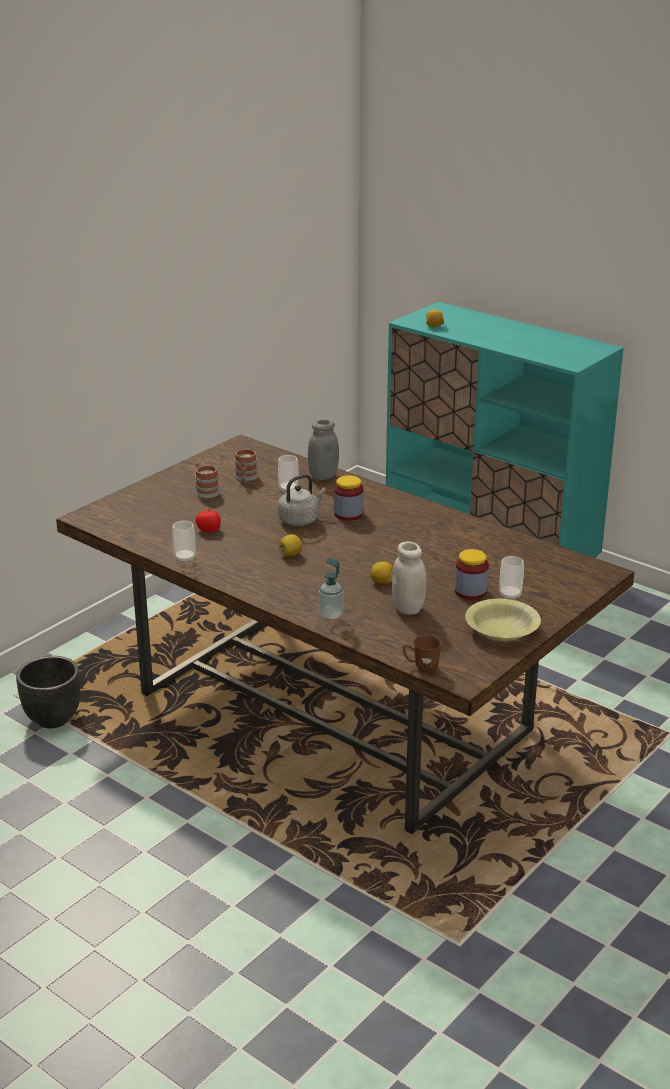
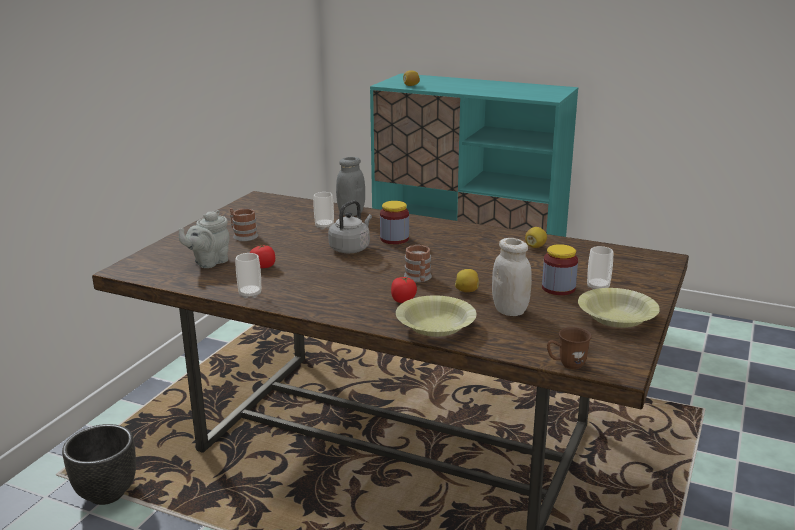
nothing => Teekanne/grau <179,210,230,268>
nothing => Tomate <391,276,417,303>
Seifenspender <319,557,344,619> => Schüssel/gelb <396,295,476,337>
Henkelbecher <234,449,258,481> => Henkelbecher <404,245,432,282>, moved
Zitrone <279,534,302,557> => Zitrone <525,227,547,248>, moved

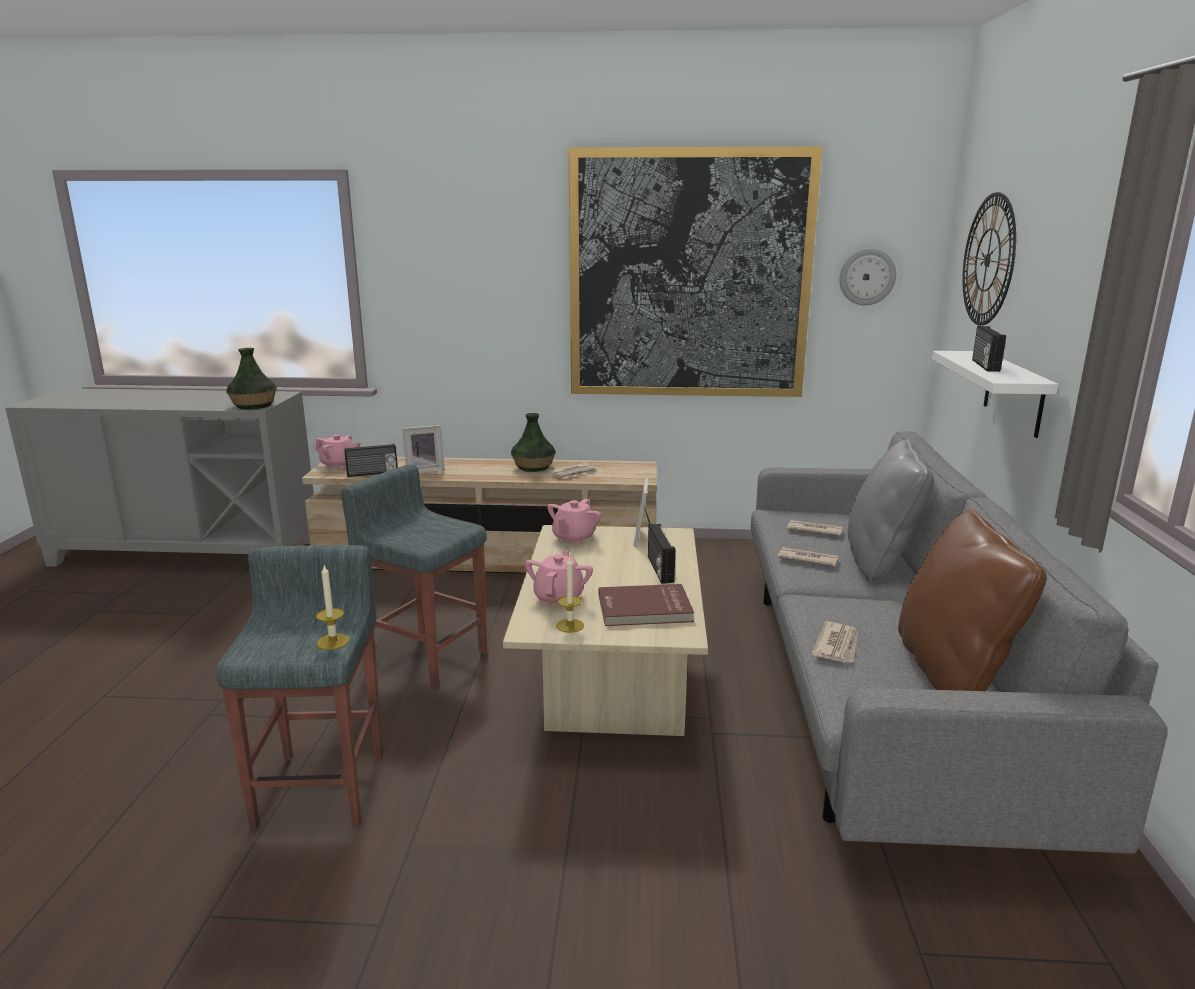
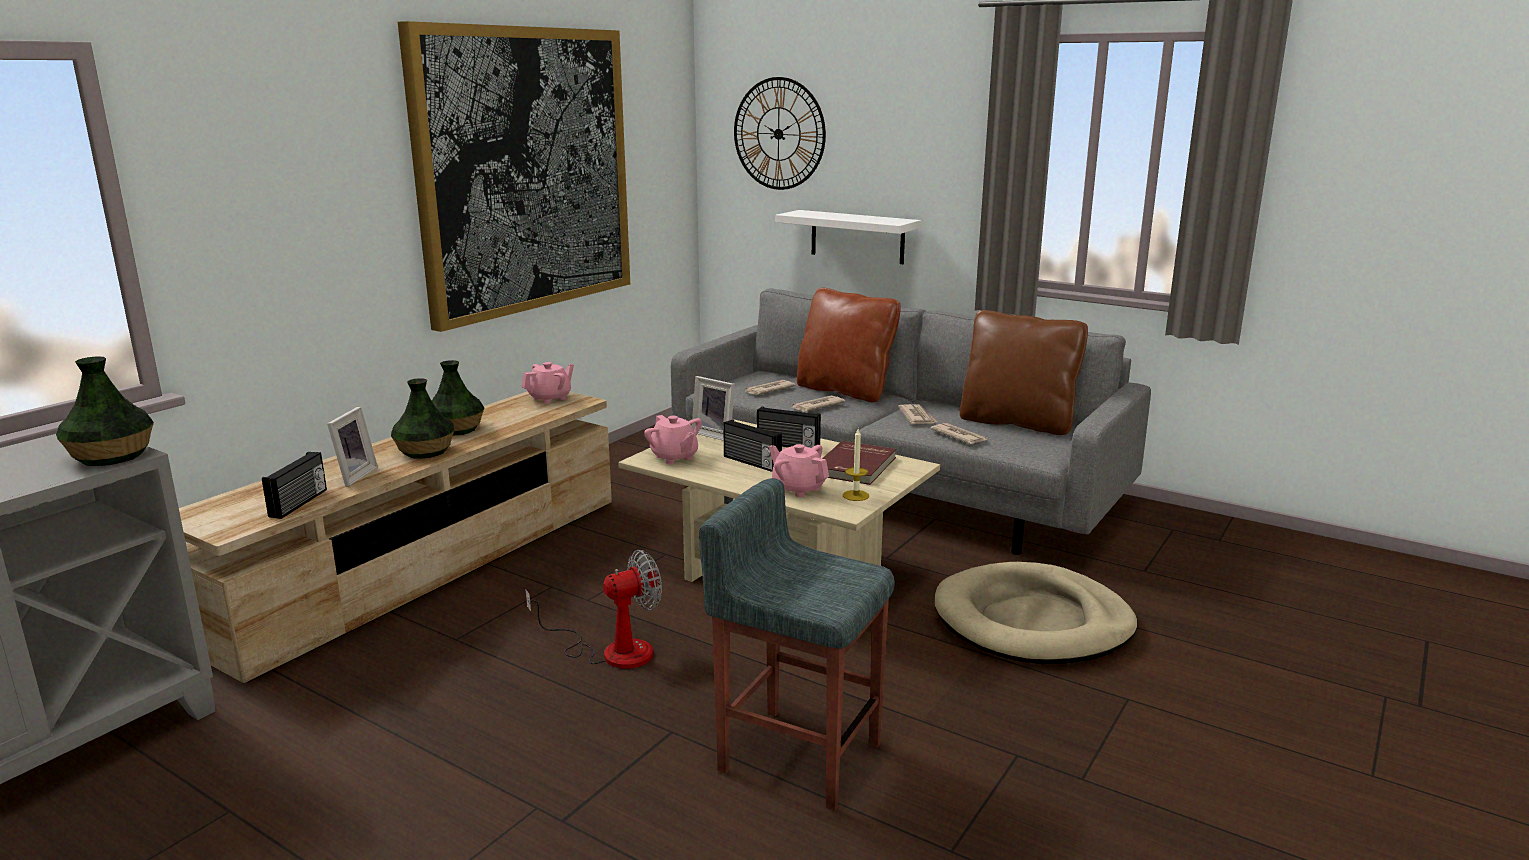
nothing => Vase <391,378,455,459>
Teekanne/rosa <315,434,361,469> => Teekanne/rosa <522,362,574,404>, moved
Hocker/grau <341,465,487,689> => Ventilator <525,550,662,669>
Radio <972,326,1006,372> => Radio <723,419,782,472>, moved
Kissen/grau <848,439,934,581> => Kissen/braun <797,288,901,402>
Zeitung <548,463,598,479> => Zeitung <898,404,937,424>, moved
nothing => Hundebett/beige <935,562,1137,664>
Kerze <316,565,349,650> => nothing
Wanduhr <840,248,896,305> => nothing

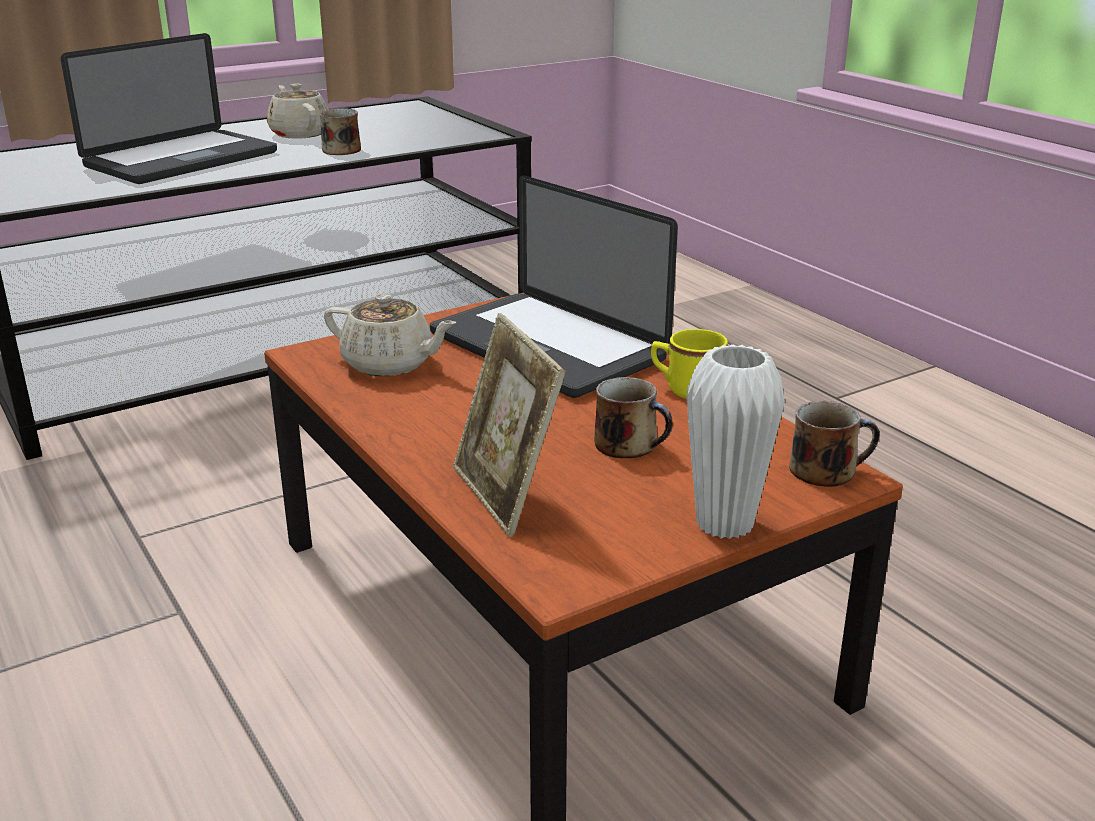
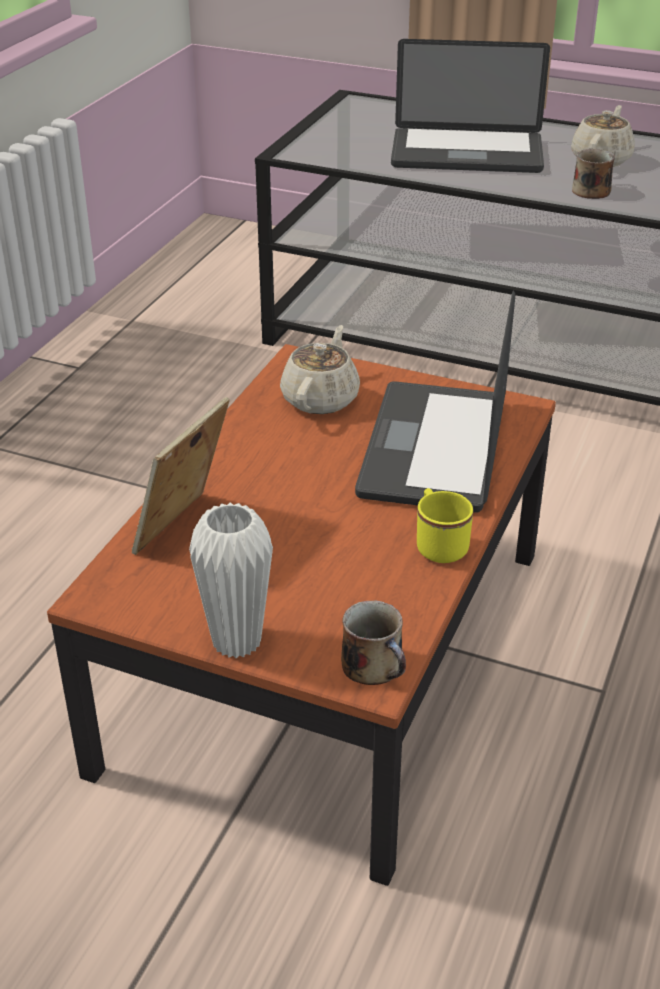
Teekanne/beige <324,294,456,377> => Teekanne/beige <280,325,360,414>, 150 degrees counterclockwise
Henkelbecher <594,377,673,458> => nothing

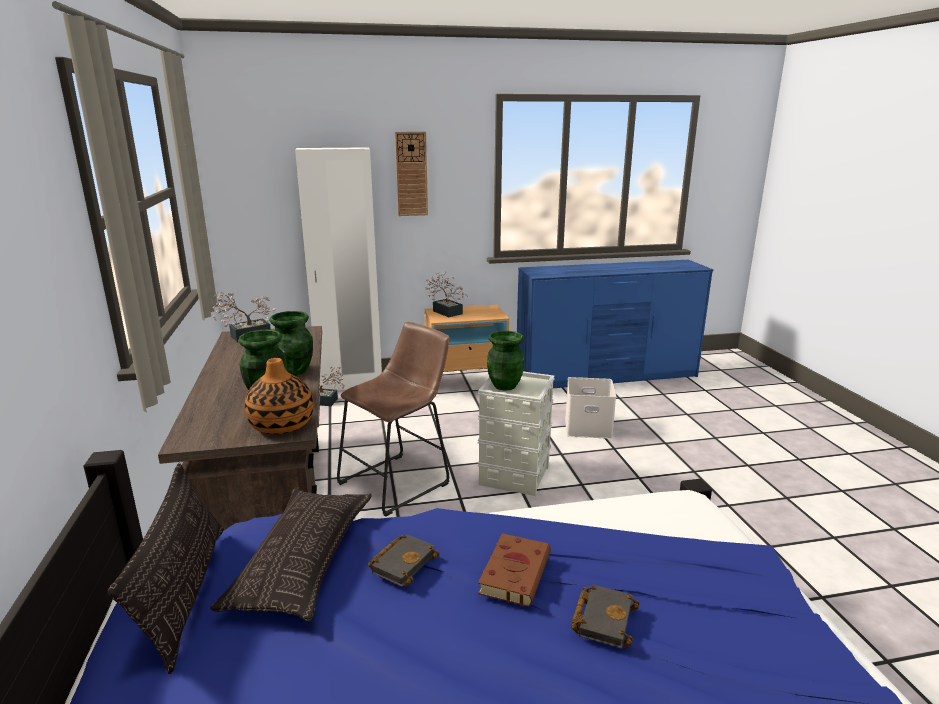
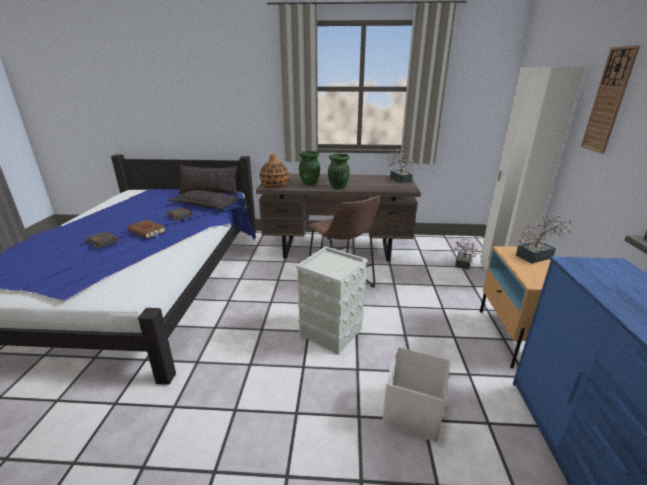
Vase/grün <487,331,524,390> => nothing

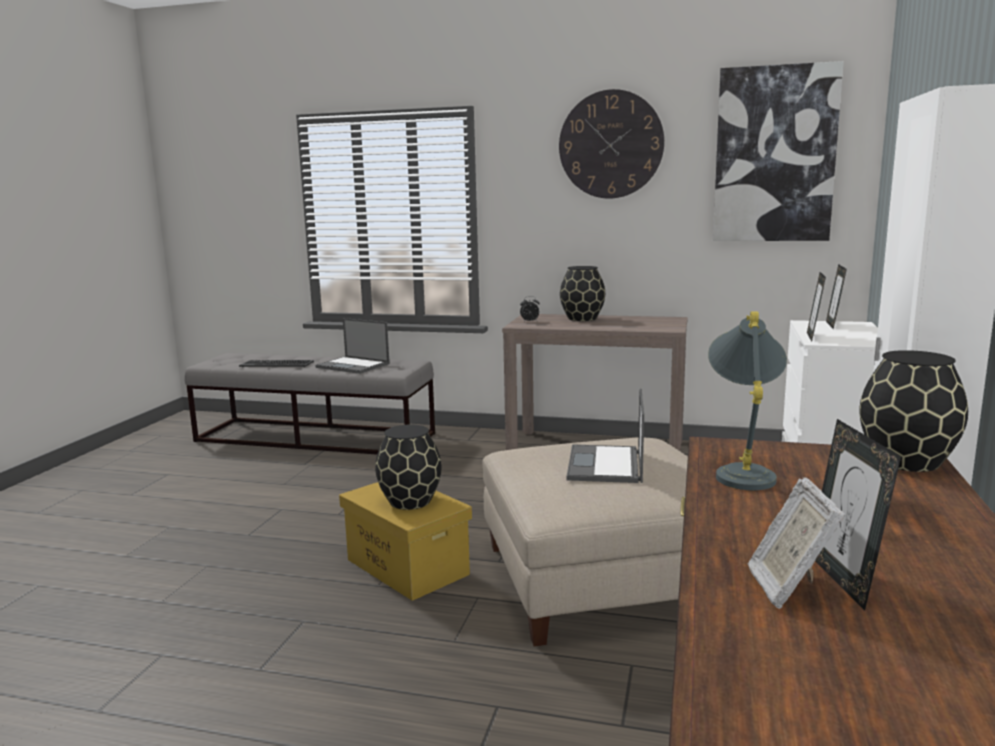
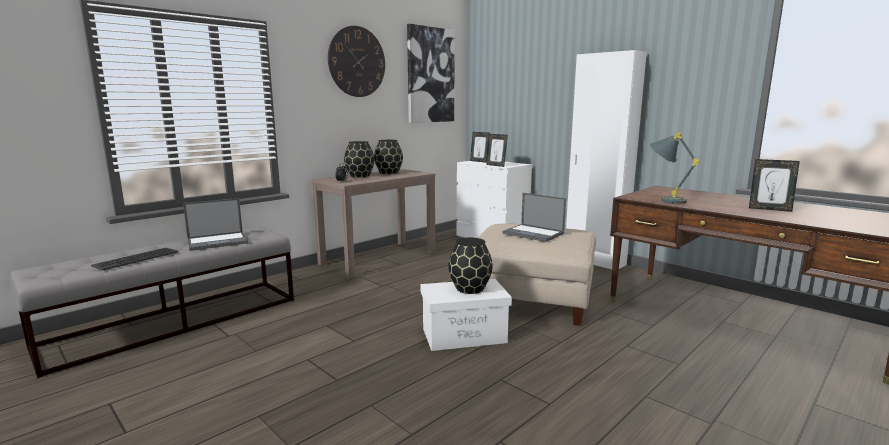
Vase/schwarz <859,350,968,472> => Vase/schwarz <374,140,403,174>, moved
Aufbewahrungsbox/gelb <339,482,472,601> => Aufbewahrungsbox/weiß <420,279,512,351>
Bilderrahmen <748,477,845,609> => nothing

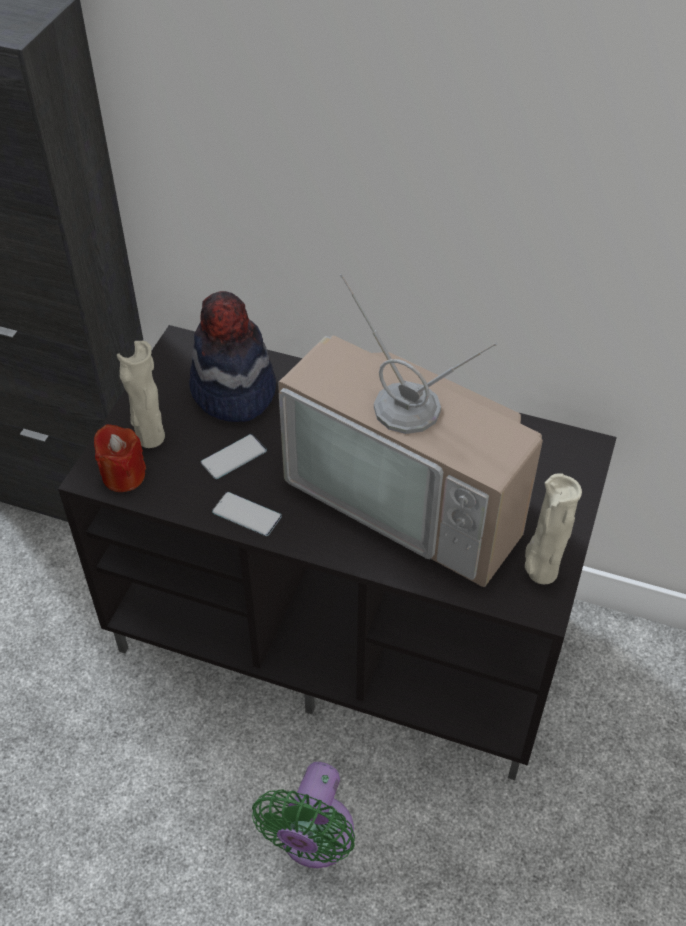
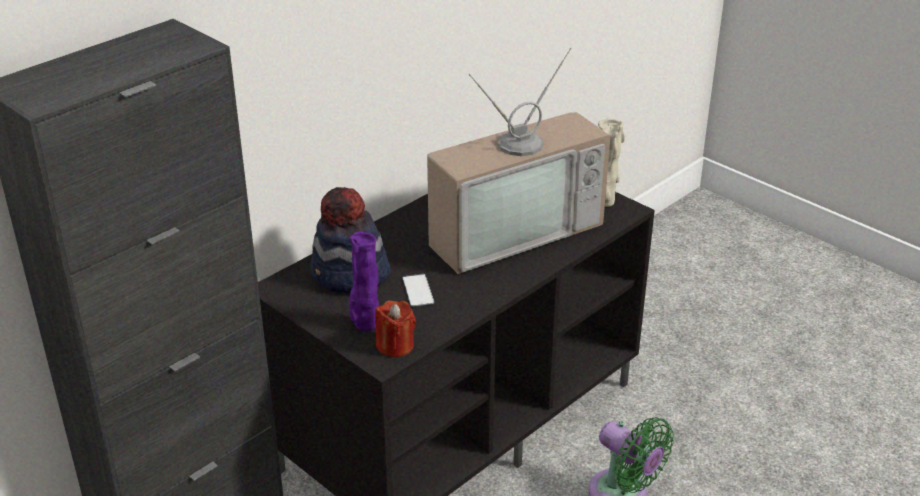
Vase/beige <117,340,165,448> => Vase/lila <349,231,379,331>
Handy <212,492,282,536> => nothing

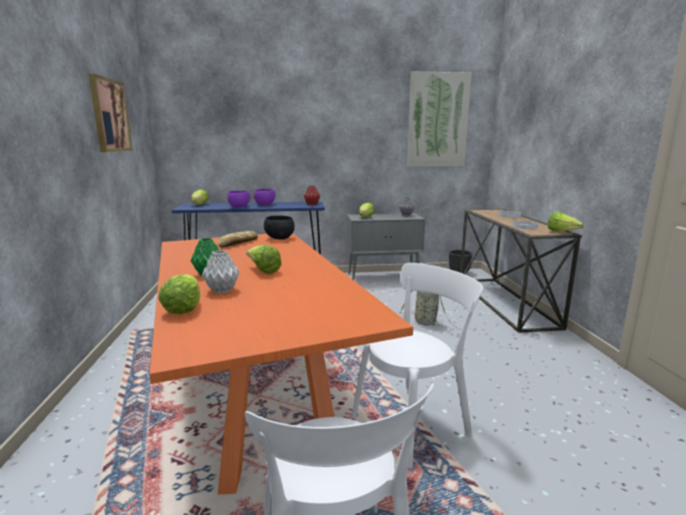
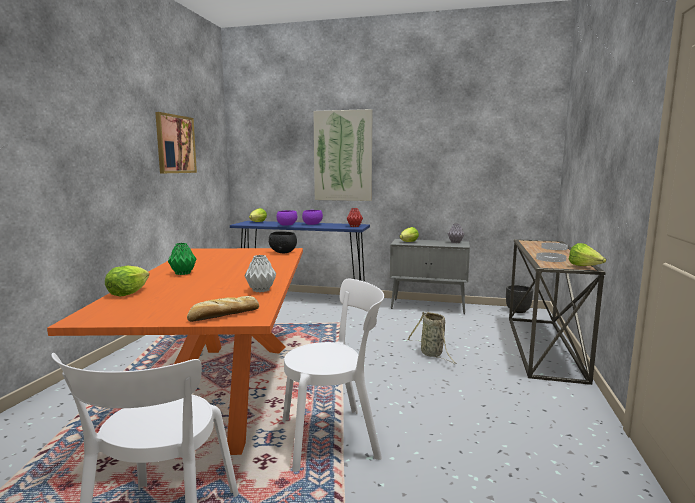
Brot <218,231,258,248> => Brot <187,296,259,322>, moved
Vase/grau <202,250,240,294> => Vase/grau <244,255,276,292>, moved
Bild <407,71,472,167> => Bild <313,109,373,201>, moved
Salatkopf <246,245,282,274> => nothing

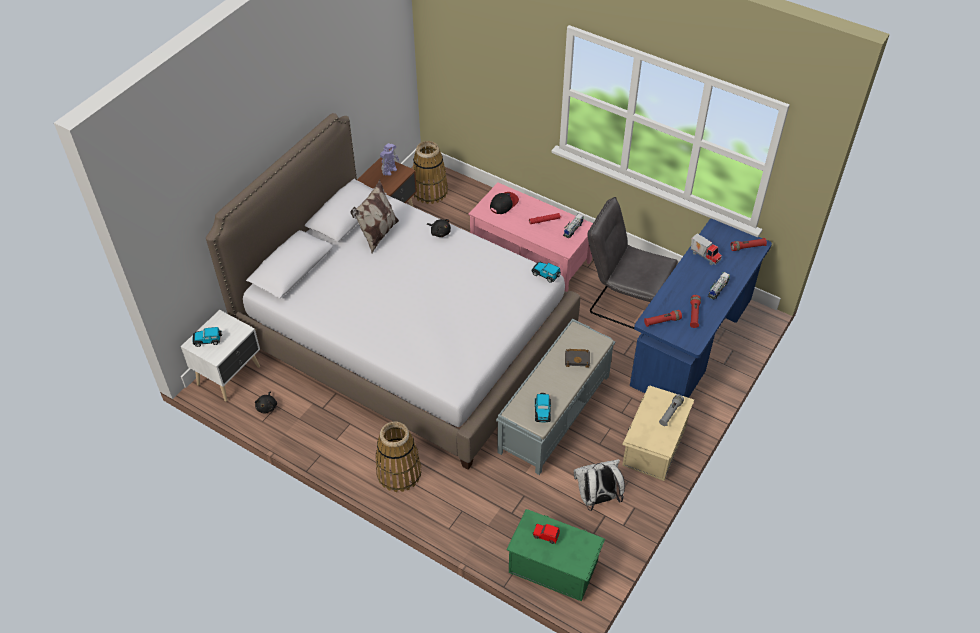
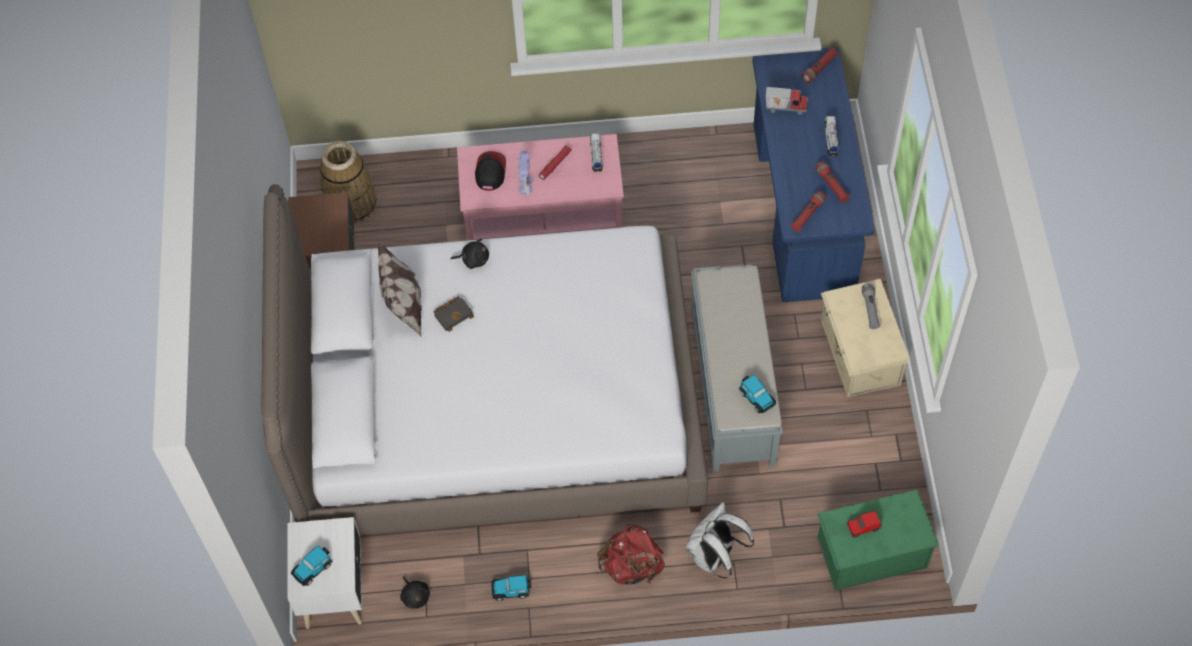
Buch/schwarz <565,349,590,368> => Buch/schwarz <434,297,474,332>, moved
Spielzeugauto <531,262,561,283> => Spielzeugauto <491,575,531,601>, moved
Spielzeugroboter <380,143,399,176> => Spielzeugroboter <518,151,534,197>, moved
Korb <376,421,421,492> => Rucksack/rot <597,524,665,584>
Rucksack/weiß <574,459,625,511> => Rucksack/weiß <686,502,754,578>, moved
Stuhl/grau <587,197,678,329> => nothing

